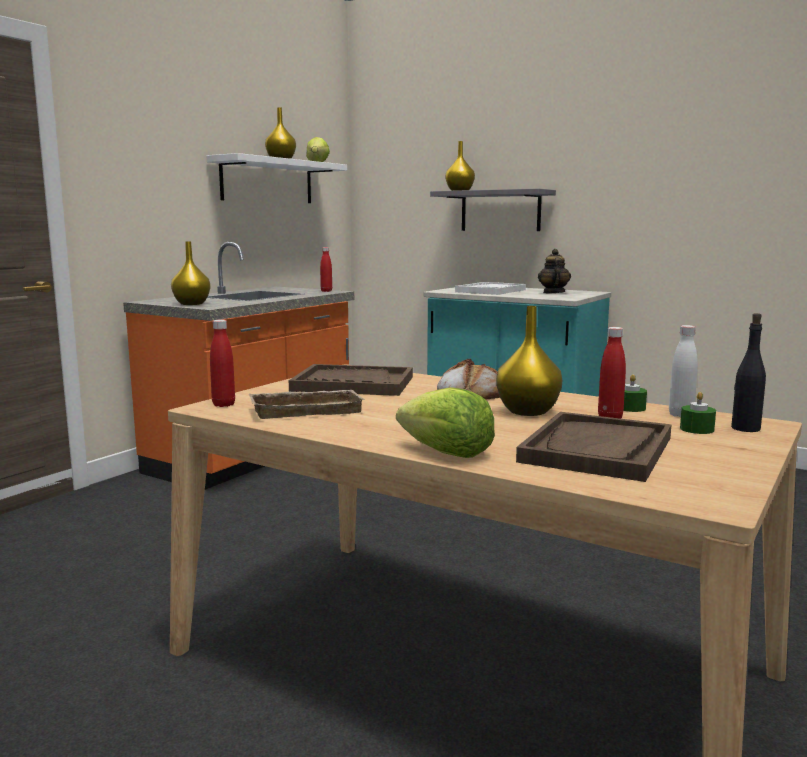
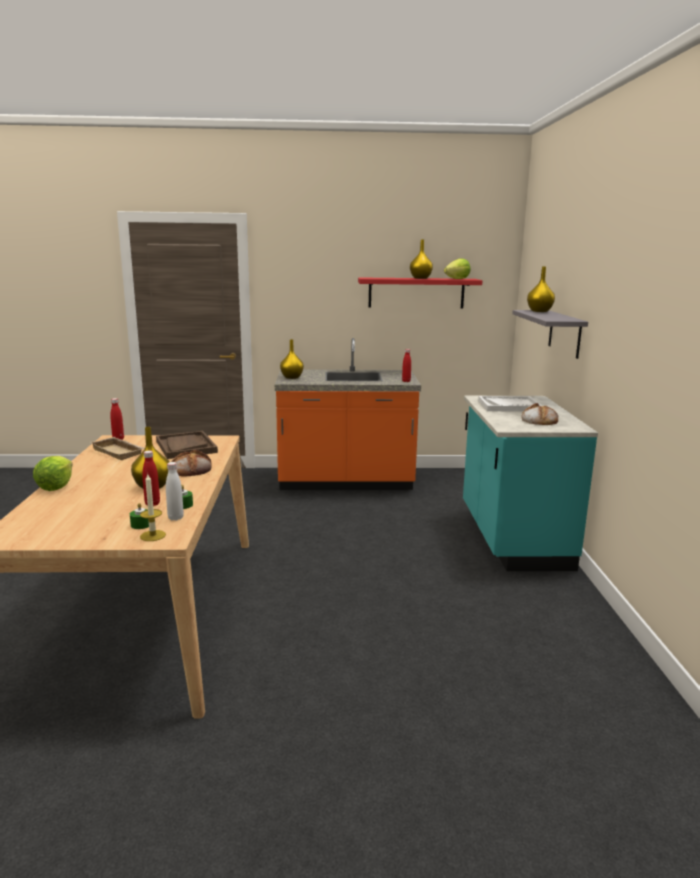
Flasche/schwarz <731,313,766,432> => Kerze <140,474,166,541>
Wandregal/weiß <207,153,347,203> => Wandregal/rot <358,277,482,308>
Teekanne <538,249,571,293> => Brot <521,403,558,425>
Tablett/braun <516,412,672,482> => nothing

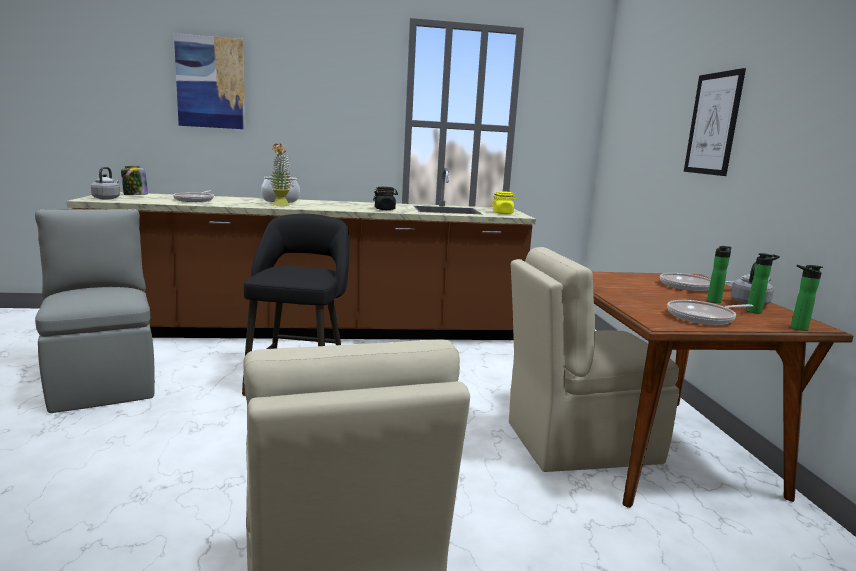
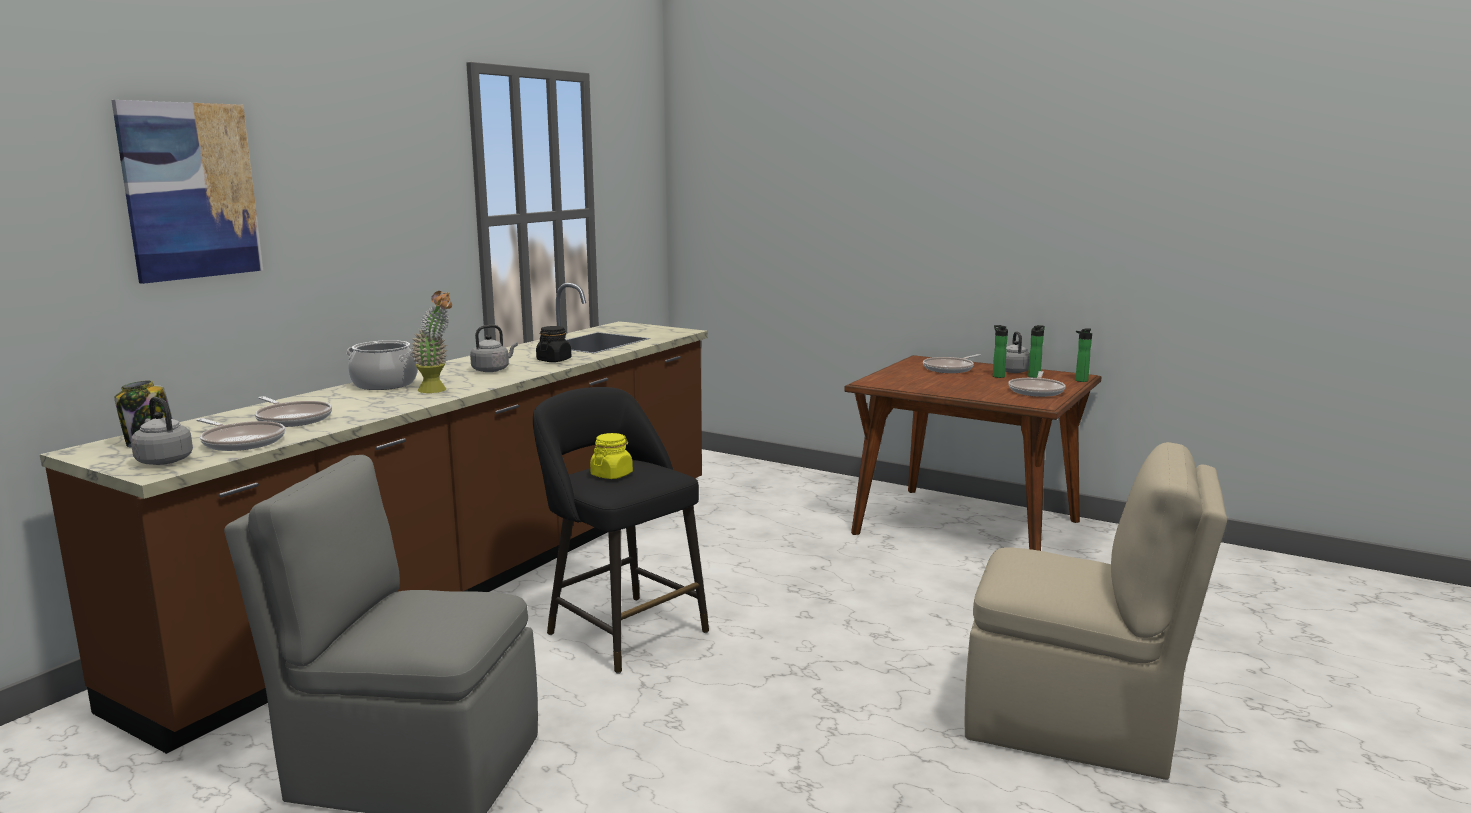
nothing => Pfanne <196,418,285,451>
nothing => Wasserkessel/grau <470,325,518,372>
Vorratsglas/gelb <492,191,517,214> => Vorratsglas/gelb <590,433,633,479>, moved
Stuhl/beige <509,247,679,472> => nothing
Bild <684,68,746,176> => nothing

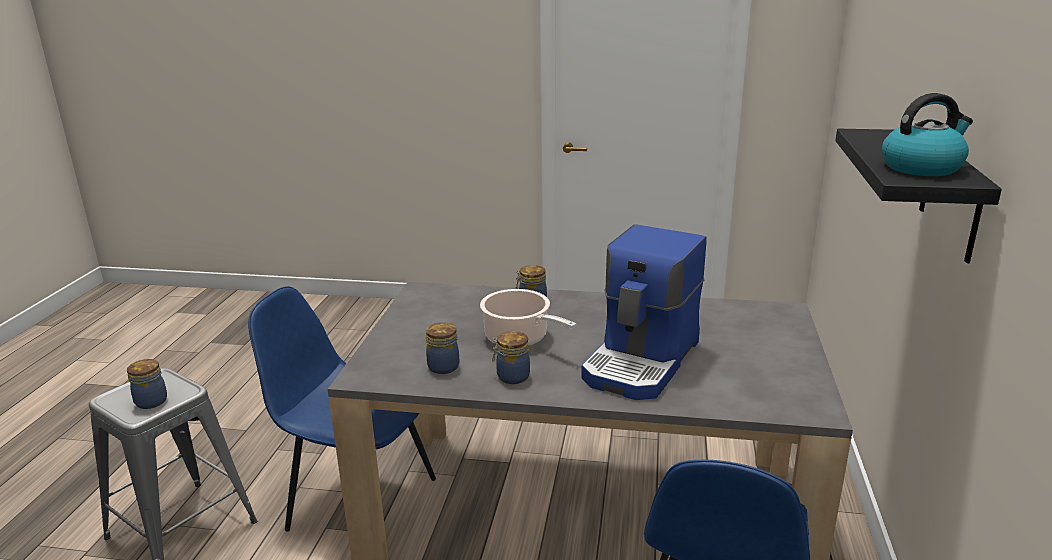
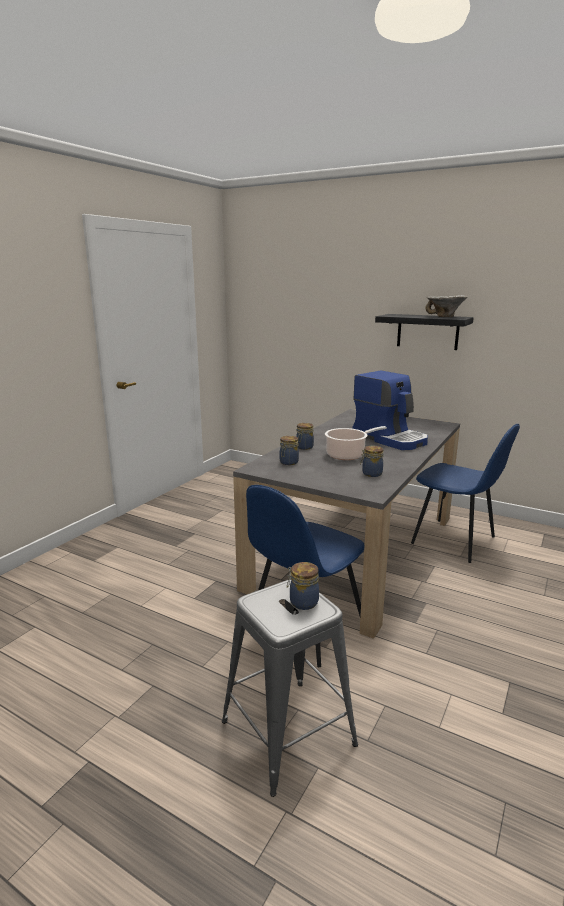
Vorratsglas <493,331,530,384> => Vorratsglas <280,436,299,465>, moved
Wasserkessel <882,93,973,176> => Schüssel <425,295,468,317>

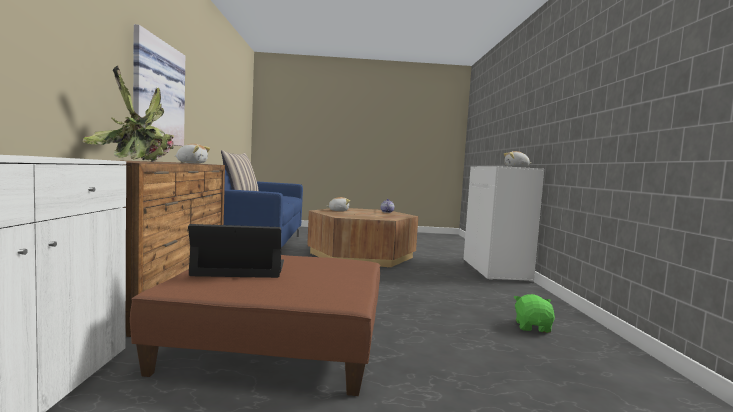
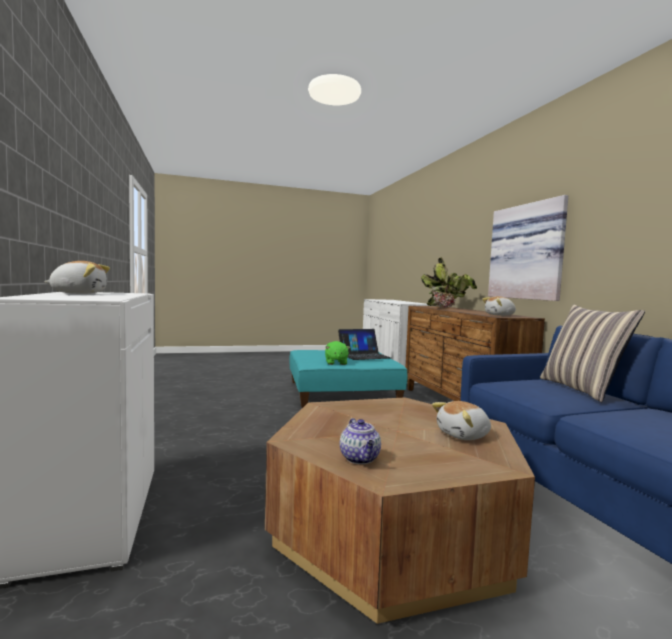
Polsterhocker/braun <130,255,380,396> => Polsterhocker/türkis <289,350,408,408>
Plüschtier/grün <514,294,555,333> => Plüschtier/grün <325,341,350,365>, moved

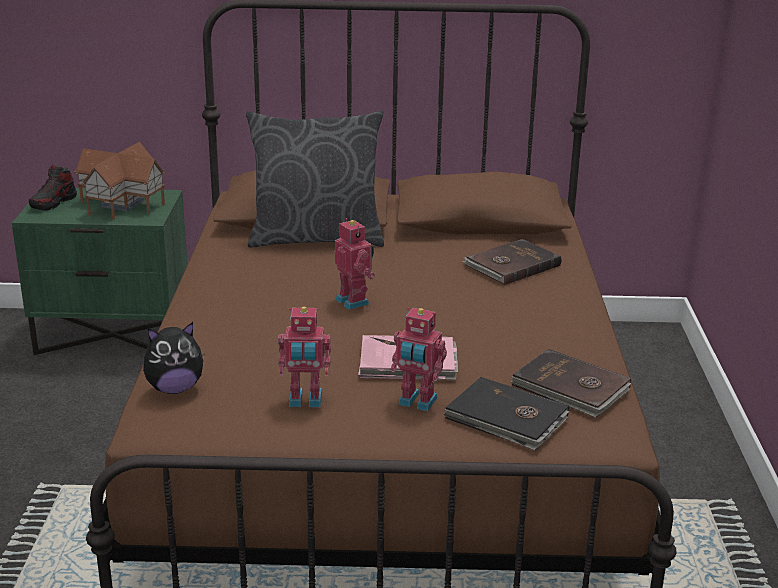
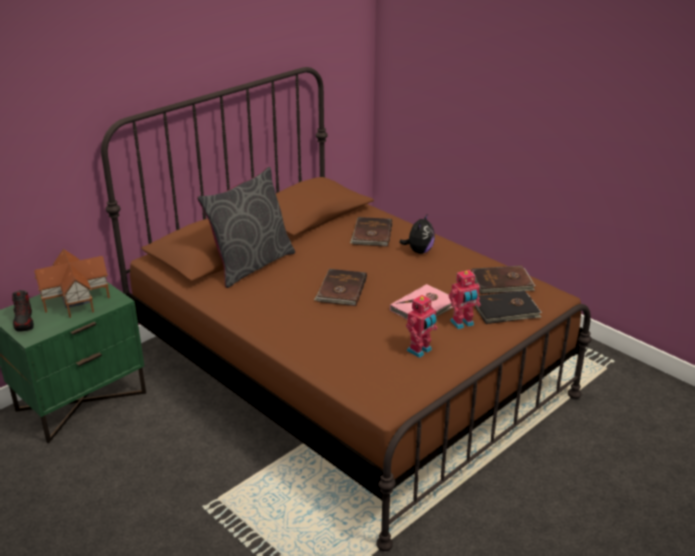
Spielzeugroboter <334,218,375,310> => Buch/braun <314,269,367,306>
Plüschtier <143,322,205,394> => Plüschtier <399,213,435,254>, moved

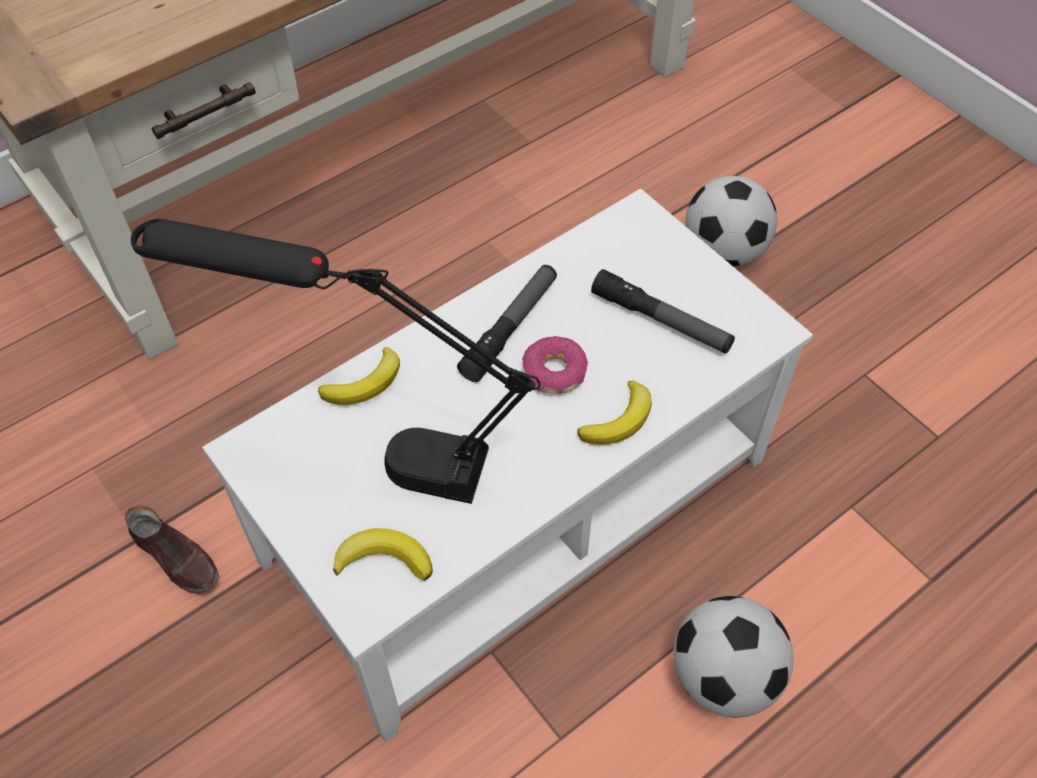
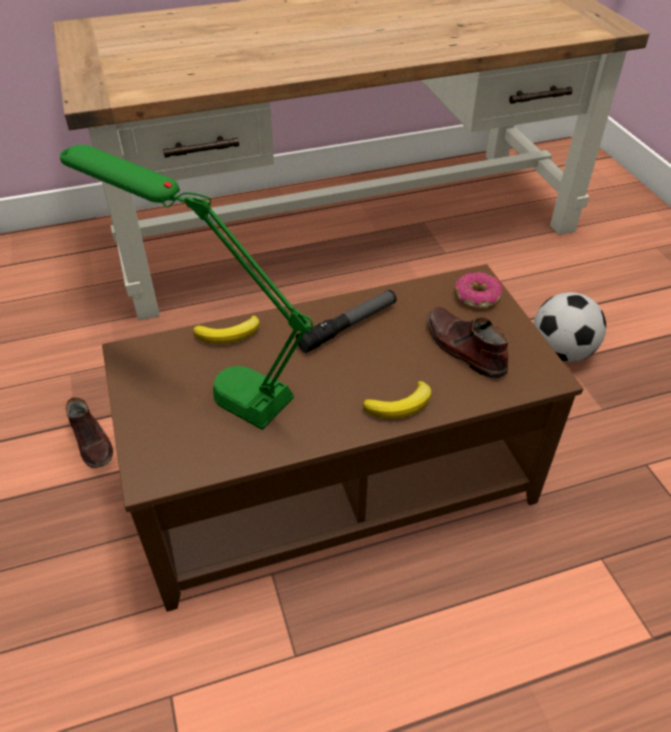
Tischlampe/schwarz <131,219,540,504> => Tischlampe/grün <60,144,313,430>
Couchtisch/weiß <202,189,813,742> => Couchtisch/braun <102,264,583,612>
Taschenlampe <591,269,735,353> => Schuh/braun <428,307,509,378>
Donut <522,336,588,394> => Donut <456,272,502,308>, moved
Banane <333,528,433,581> => nothing
Fußball <673,596,794,717> => nothing

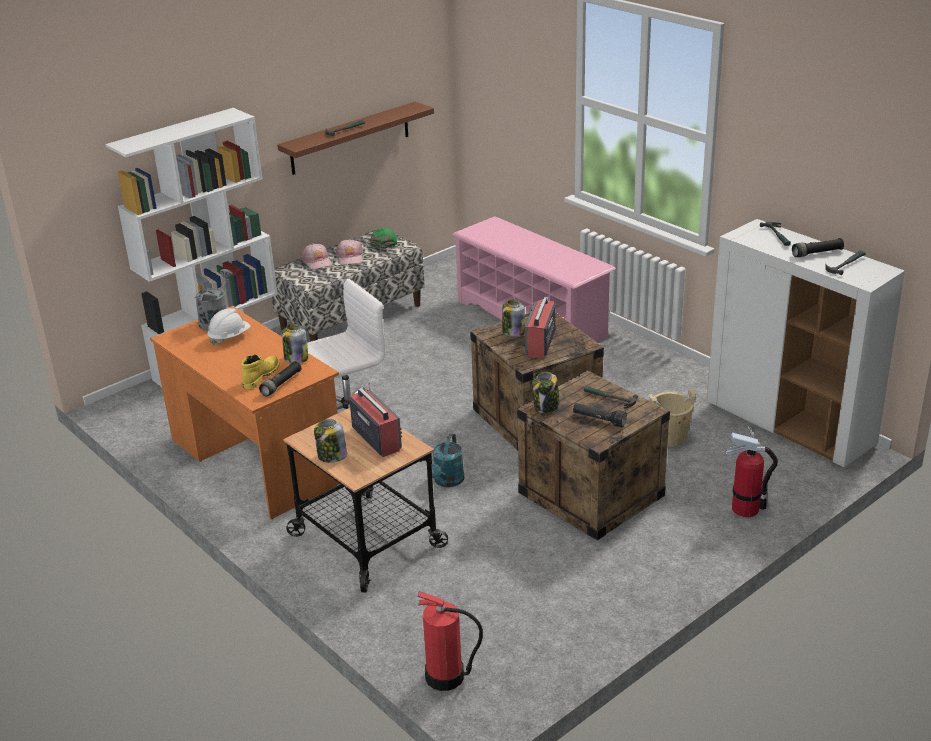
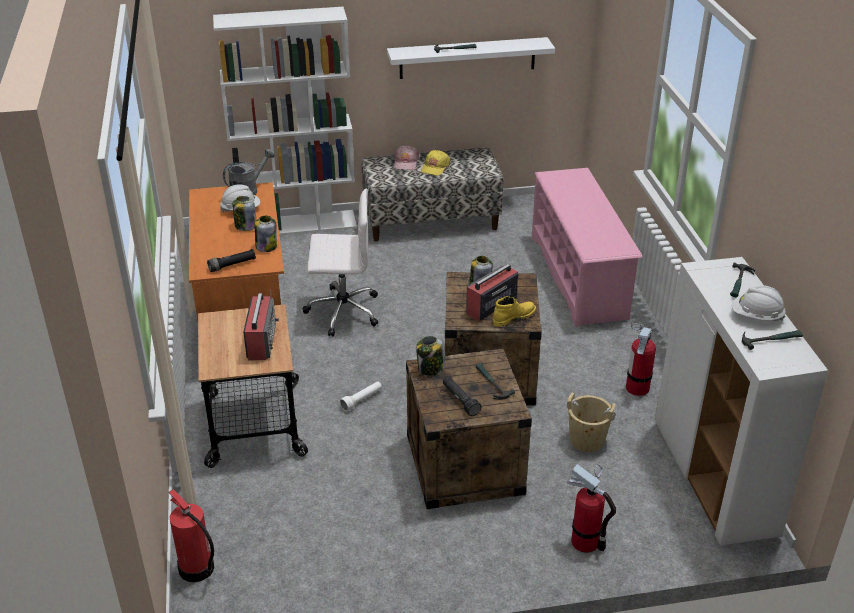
Vorratsglas <314,419,347,463> => Vorratsglas <233,196,257,231>, moved
Gießkanne/türkis <431,433,464,487> => Taschenlampe/weiß <340,381,382,411>
Wandregal/braun <277,101,434,175> => Wandregal/weiß <387,37,555,79>
Kappe/rosa <336,239,363,265> => Kappe/gelb <421,150,450,176>
Stiefel/gelb <241,354,280,389> => Stiefel/gelb <493,296,536,327>, moved
nothing => Feuerlöscher <626,323,656,396>
Taschenlampe/schwarz <792,238,844,257> => Schutzhelm/weiß <732,285,786,321>
Kappe/grün <370,228,398,249> => nothing

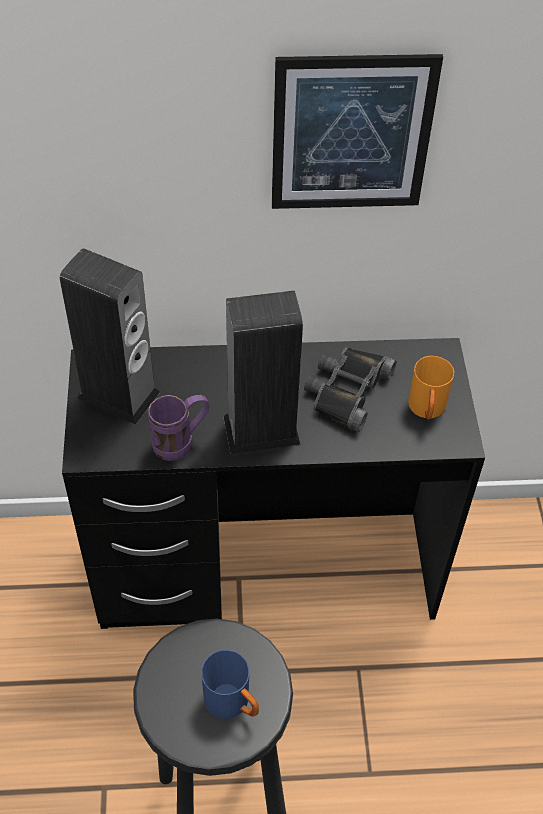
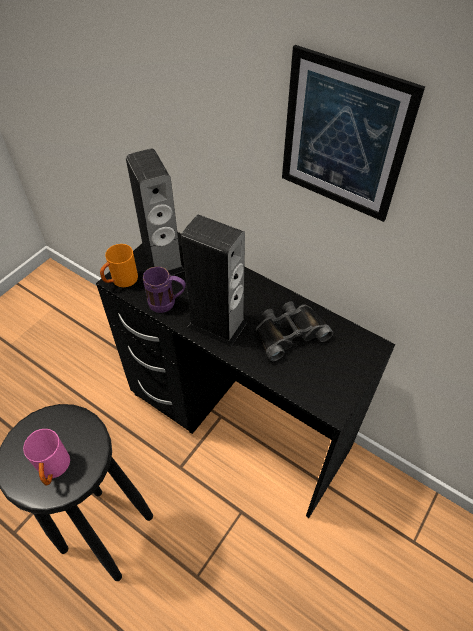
Henkelbecher/blau <201,650,259,719> => Henkelbecher/rosa <23,429,70,485>
Henkelbecher/orange <408,356,454,419> => Henkelbecher/orange <100,244,138,287>, moved

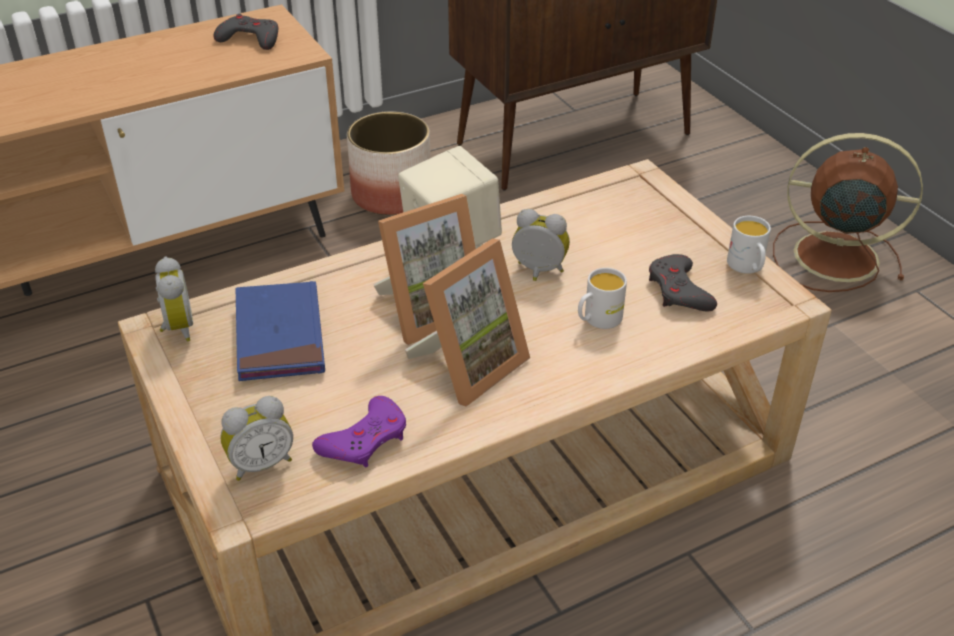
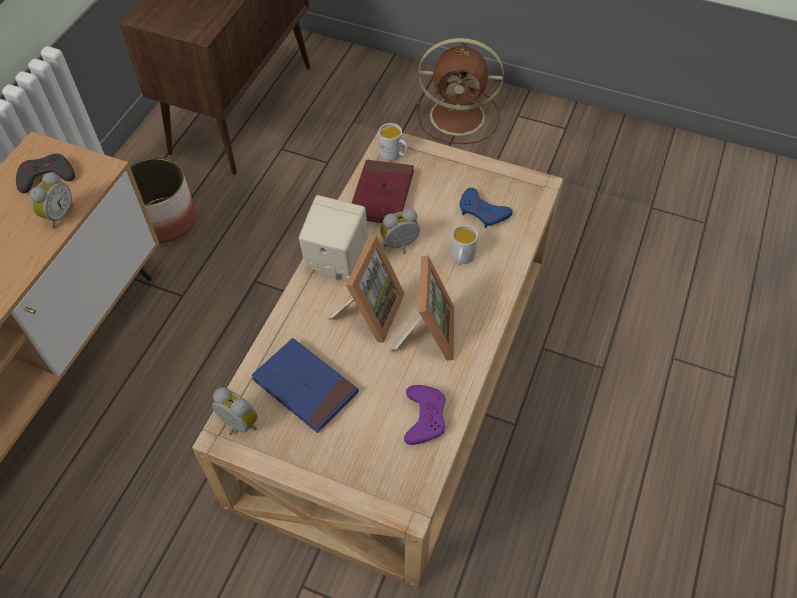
Wecker <220,396,293,481> => Wecker <30,172,73,229>, moved
nothing => Buch/rot <352,160,414,223>
Henkelbecher/weiß <727,216,771,274> => Henkelbecher/weiß <379,123,408,160>, moved
Ventilator/braun <773,133,923,292> => Ventilator/braun <416,38,504,144>, 150 degrees counterclockwise
Gamepad/grau <649,254,717,312> => Gamepad/blau <460,188,513,228>

